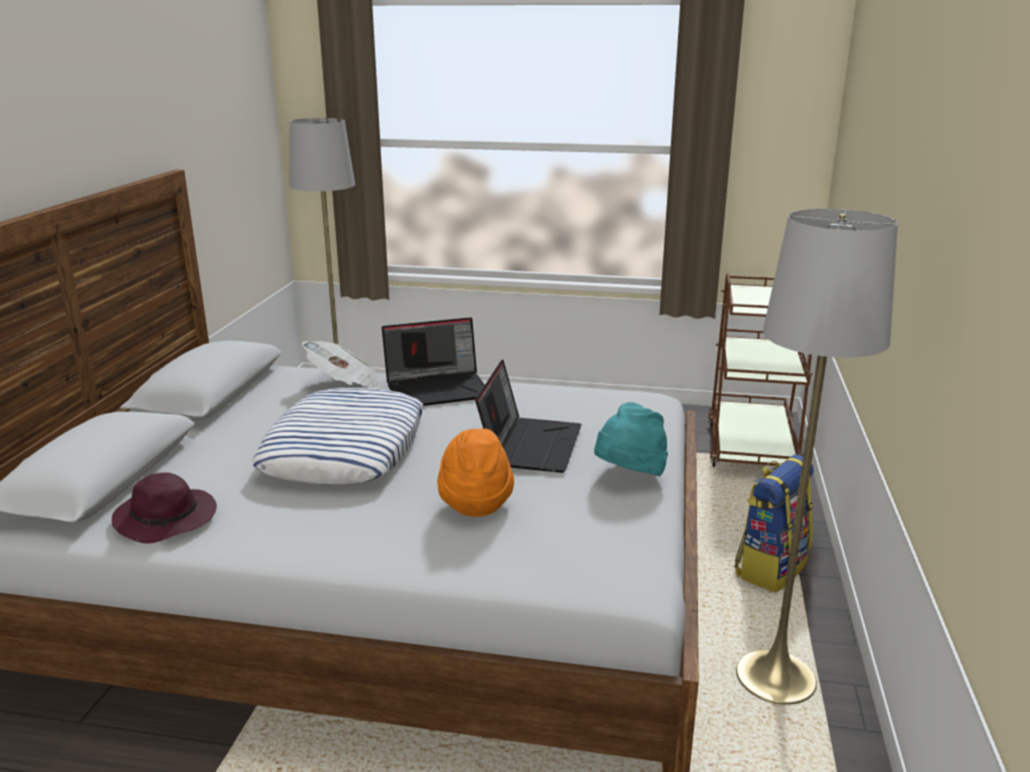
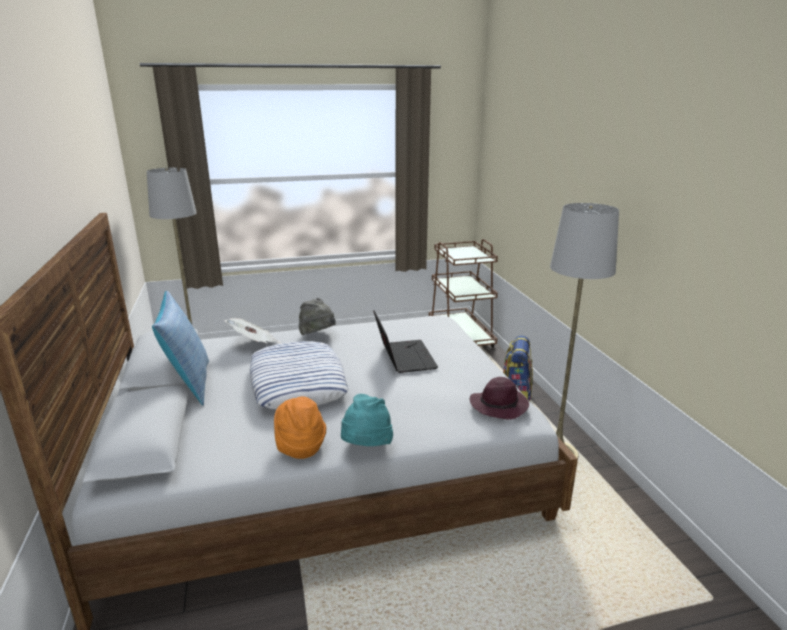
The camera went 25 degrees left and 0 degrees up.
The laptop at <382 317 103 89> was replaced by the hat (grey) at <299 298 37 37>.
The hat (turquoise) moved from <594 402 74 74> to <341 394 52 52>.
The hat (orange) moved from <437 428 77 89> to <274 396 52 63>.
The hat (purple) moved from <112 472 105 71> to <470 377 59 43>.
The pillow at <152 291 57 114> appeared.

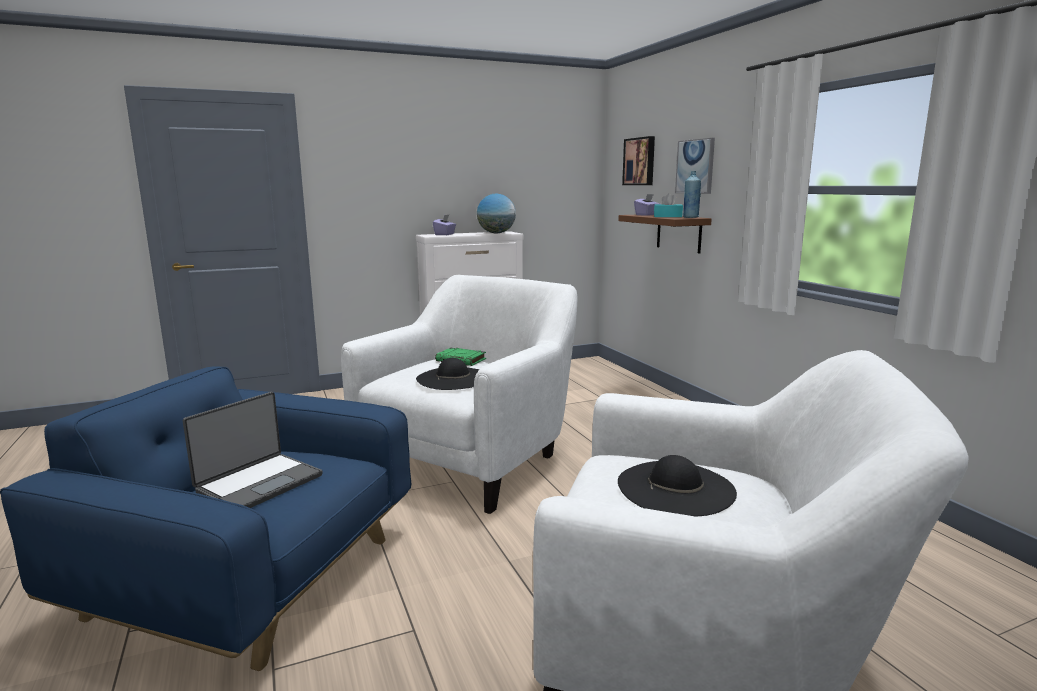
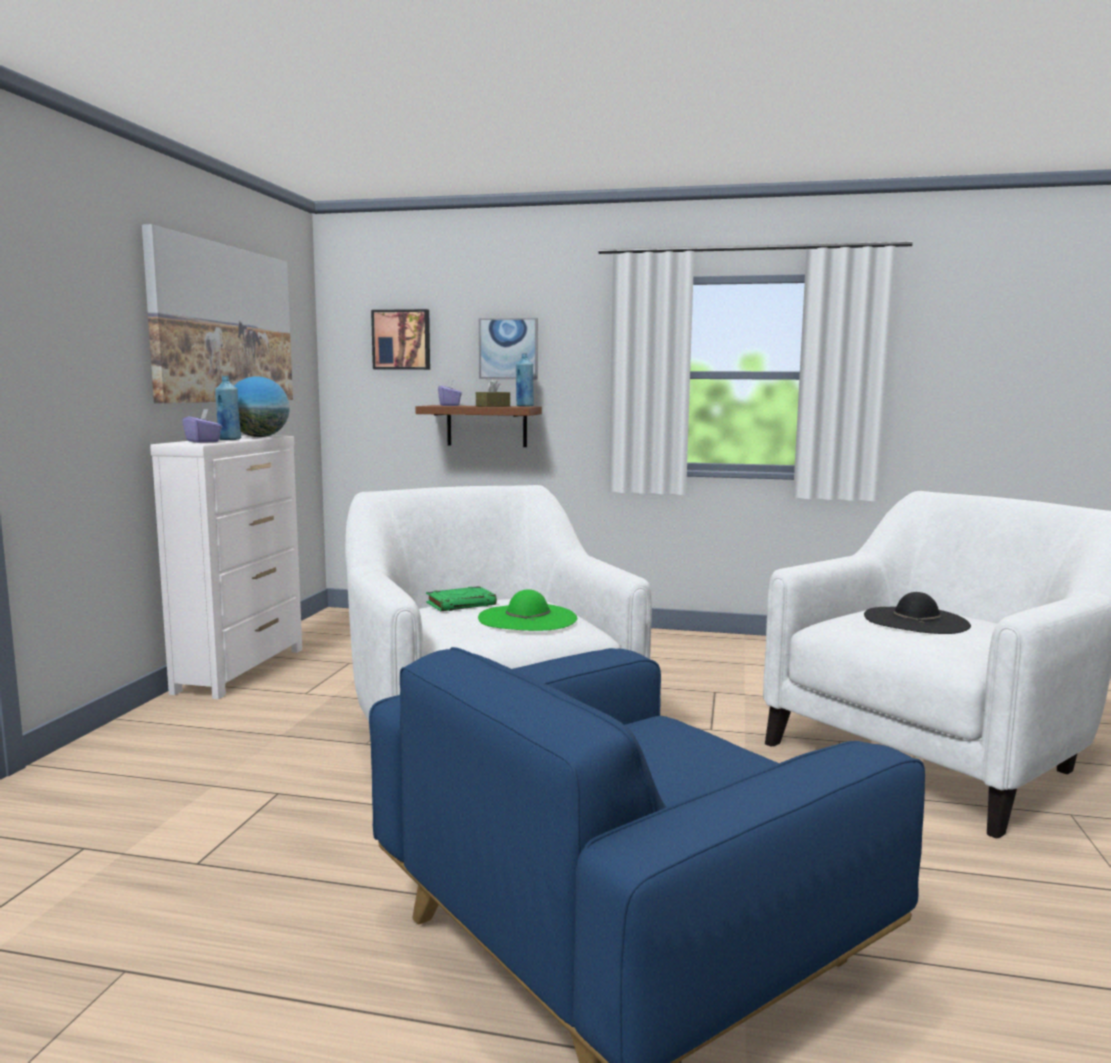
The camera went 55 degrees left and 5 degrees down.
The tissue box (turquoise) at <654 193 29 24> became the tissue box (brown) at <476 378 34 29>.
The hat (black) at <416 358 63 32> became the hat (green) at <478 589 99 42>.
The laptop at <183 392 140 116> disappeared.
The picture at <142 224 151 179> appeared.
The bottle (blue) at <215 376 26 64> appeared.

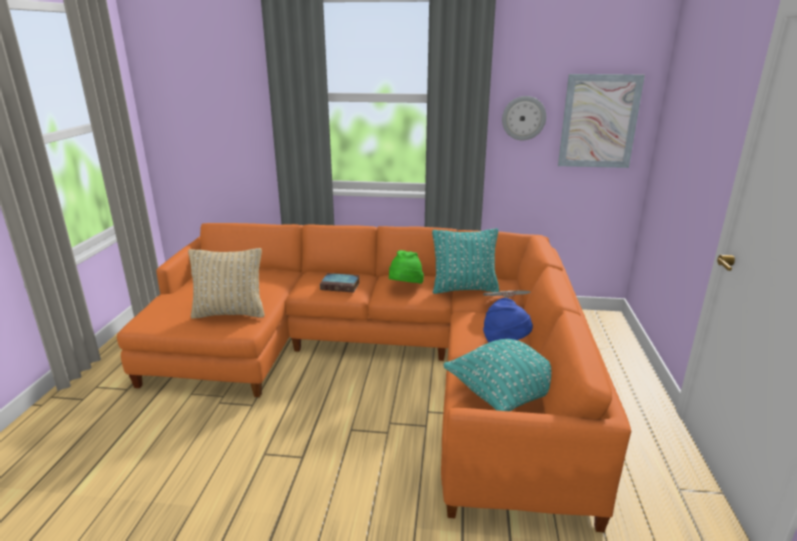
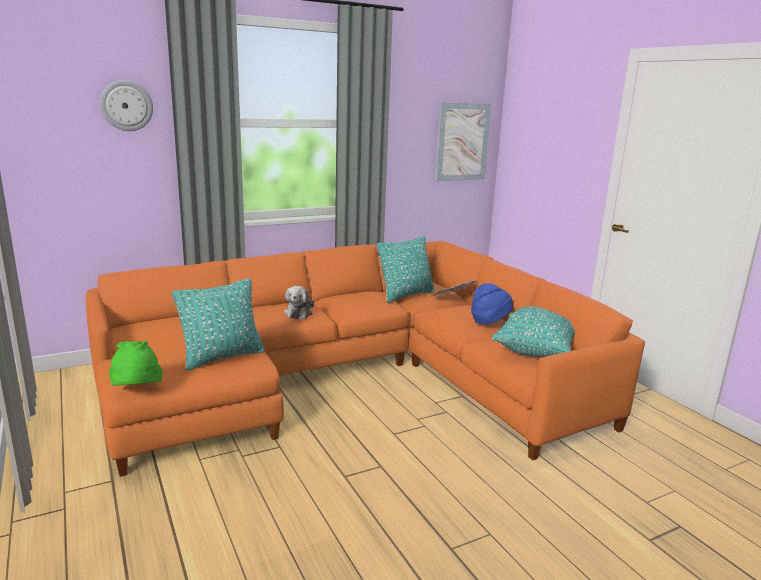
The camera went 35 degrees left and 5 degrees down.
The wall clock moved from <502 96 44 44> to <100 80 53 51>.
The pillow (beige) at <188 248 77 71> became the pillow (turquoise) at <172 278 93 93>.
The hat (green) moved from <389 250 35 34> to <109 341 53 45>.
The book at <320 273 40 20> was replaced by the plush toy at <284 286 30 33>.

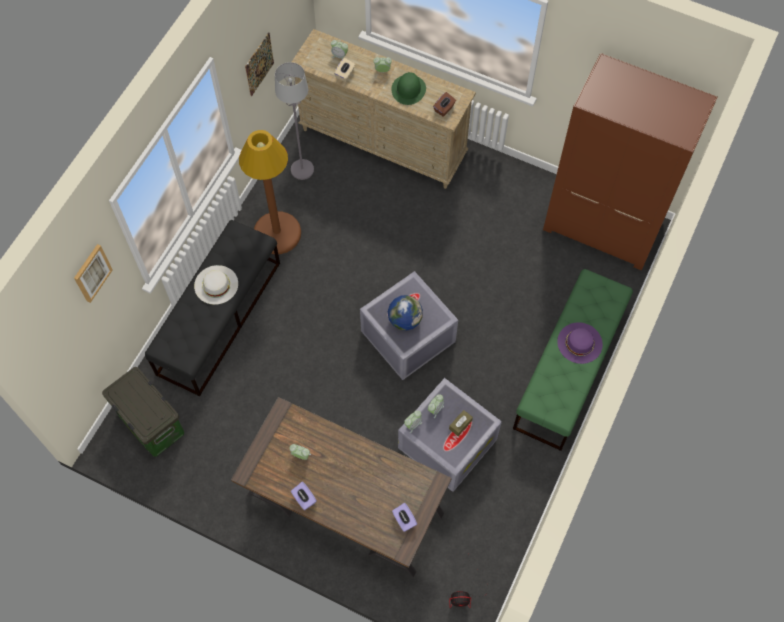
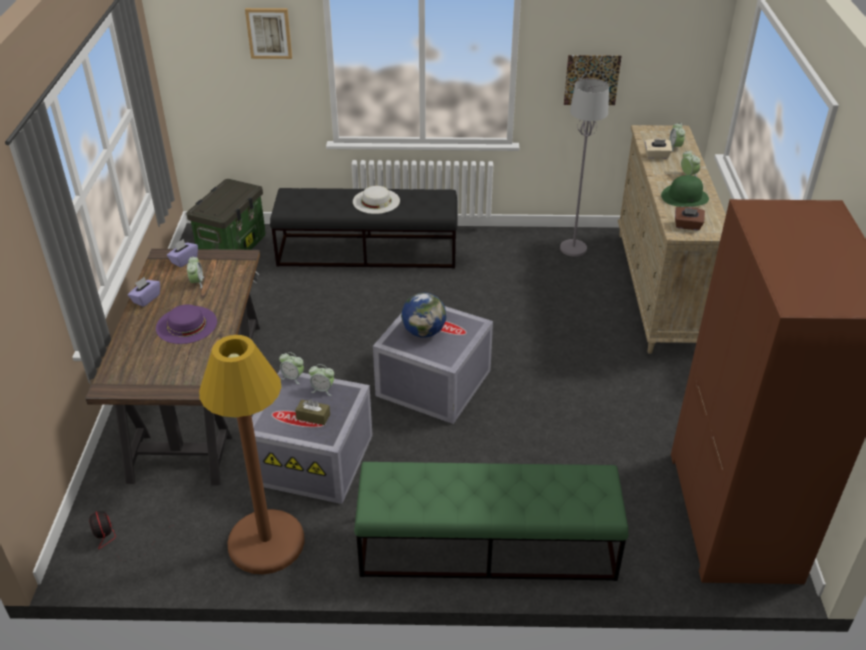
The camera went 65 degrees right and 25 degrees down.
The floor lamp (brown) moved from <239 130 62 124> to <199 335 105 239>.
The hat (purple) moved from <557 322 46 42> to <156 305 61 39>.
The tissue box (purple) moved from <392 503 25 29> to <167 239 31 28>.

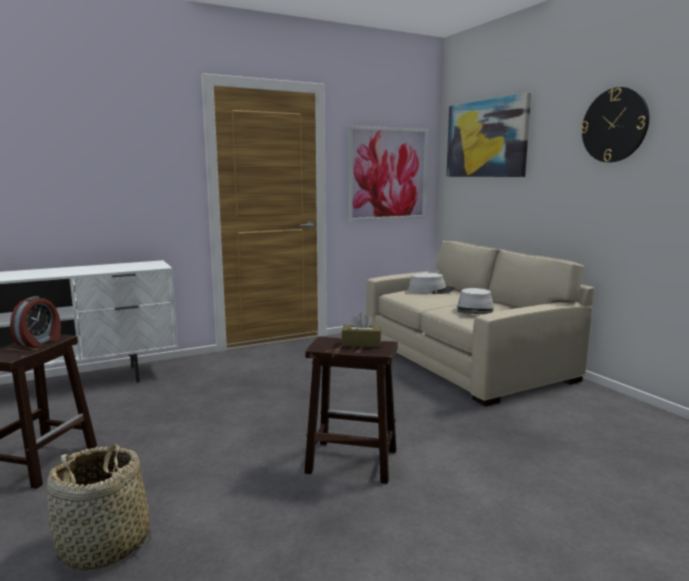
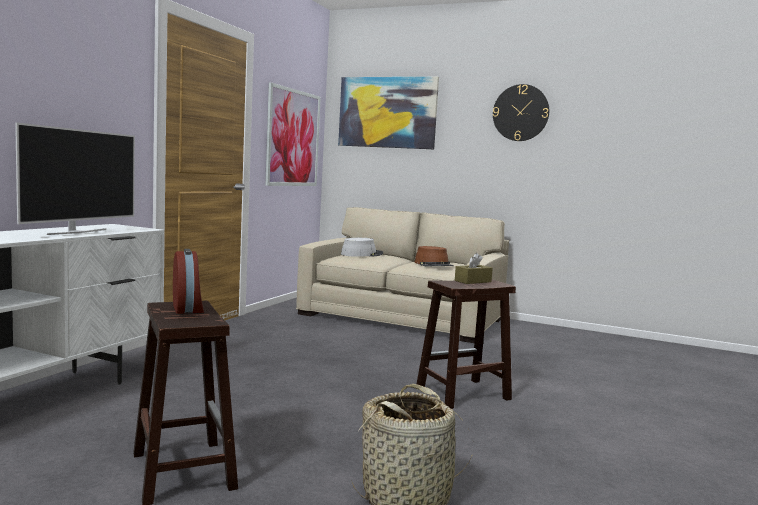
The camera went 40 degrees left and 5 degrees down.
The hat (grey) at <457 288 37 26> became the hat (brown) at <414 246 40 21>.
The television at <15 122 120 113> appeared.

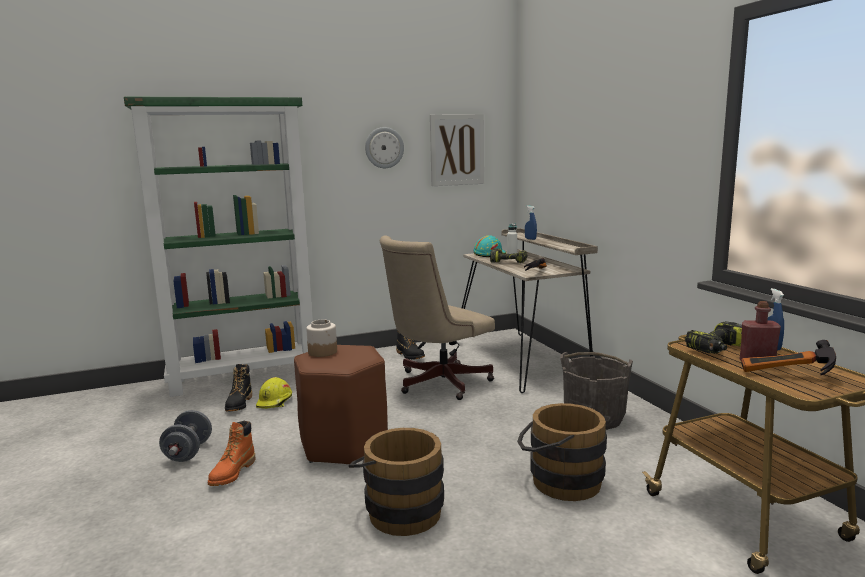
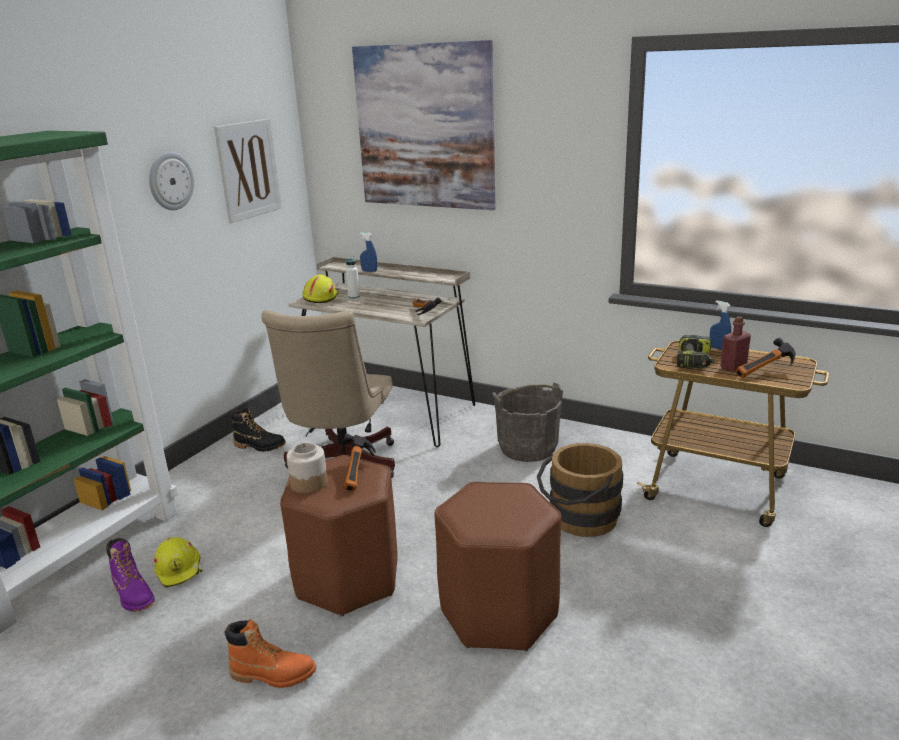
The camera went 40 degrees left and 10 degrees up.
The hard hat (turquoise) at <473 235 33 22> became the hard hat (yellow) at <302 275 36 28>.
The power drill at <490 248 38 15> disappeared.
The boot (black) at <225 364 27 48> became the boot (purple) at <106 538 49 74>.
The dumbbell (grey) at <159 410 53 52> disappeared.
The boot (orange) at <208 421 48 65> turned 60 degrees counterclockwise.
The bucket (brown) at <349 428 95 108> was replaced by the stool (brown) at <434 482 128 169>.
The picture at <352 40 144 170> appeared.
The hammer at <343 433 33 58> appeared.

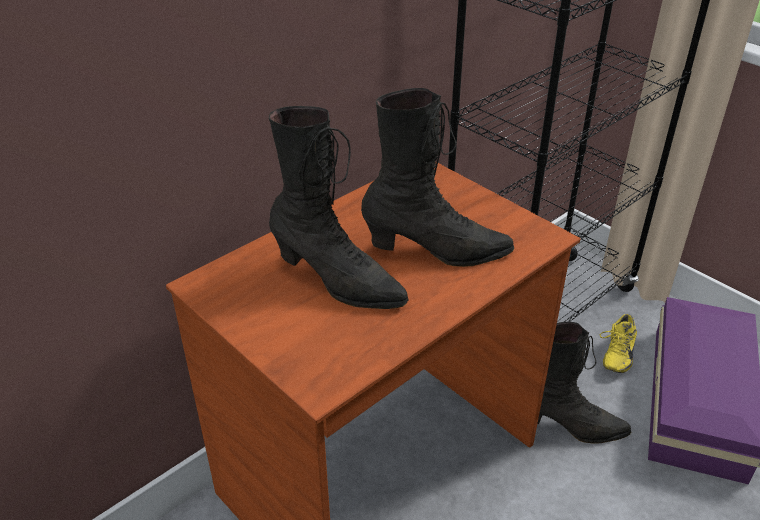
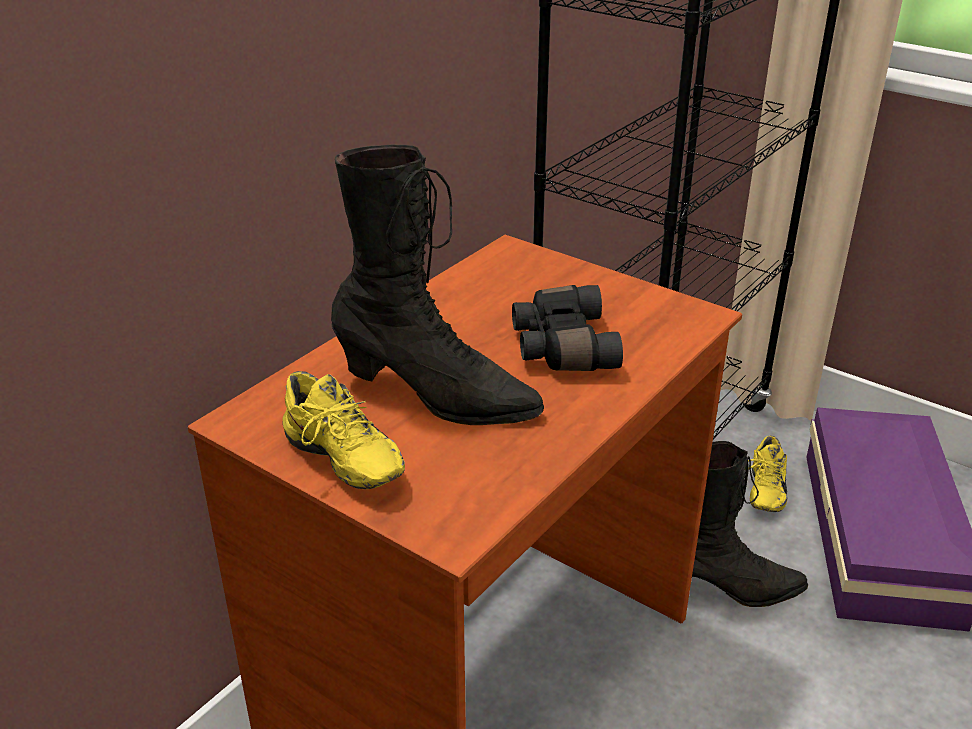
The camera went 10 degrees left and 5 degrees down.
The boot (black) at <361 88 154 179> was replaced by the binoculars (black) at <512 285 111 86>.
The shoe (yellow) at <282 371 123 118> appeared.

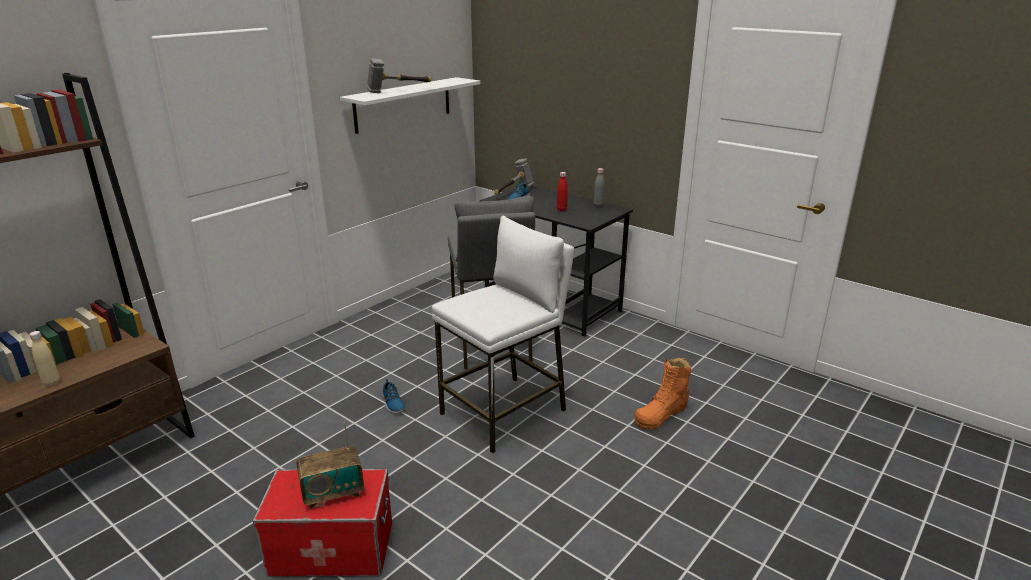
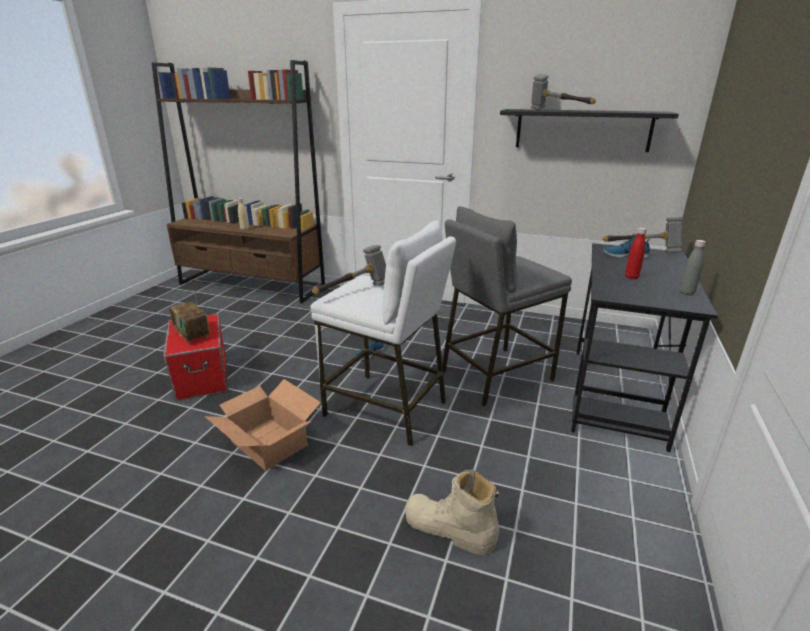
The camera went 70 degrees right and 0 degrees up.
The shelf (white) at <340 77 140 57> became the shelf (black) at <500 109 179 43>.
The boot (orange) at <634 358 57 72> became the boot (beige) at <405 470 94 85>.
The hammer at <312 245 74 49> appeared.
The cardboard box at <205 379 116 92> appeared.

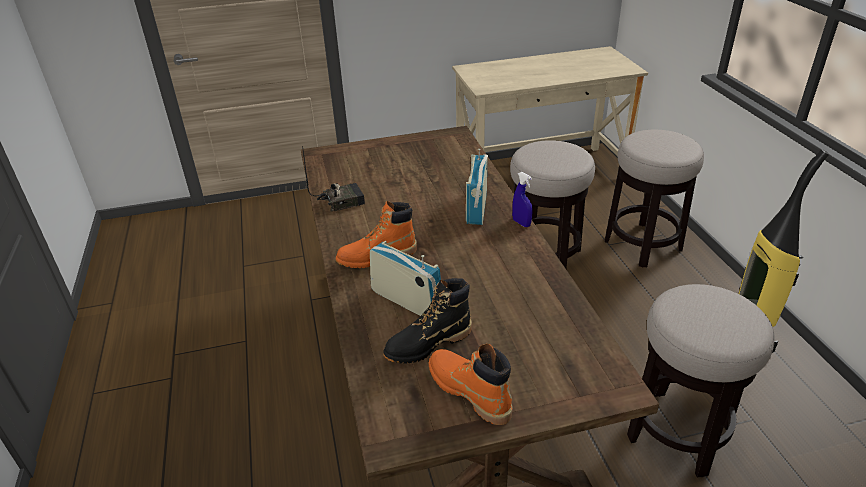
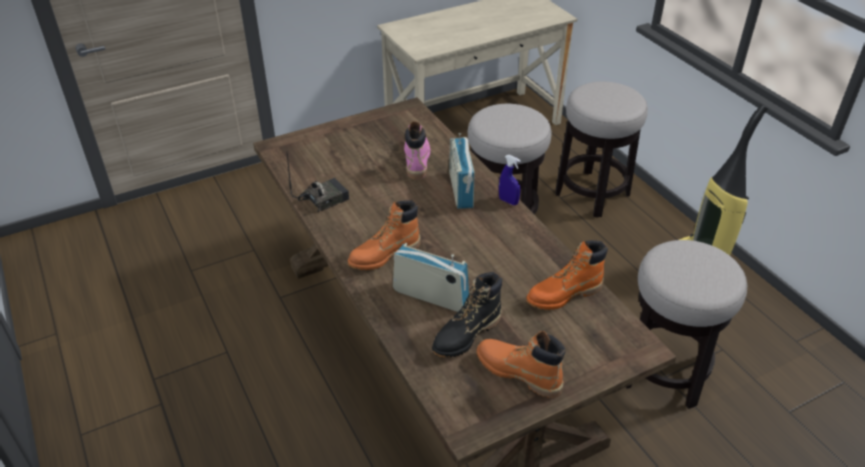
The camera went 15 degrees left and 5 degrees up.
The boot (pink) at <404 121 26 59> appeared.
The boot (orange) at <527 240 81 70> appeared.

